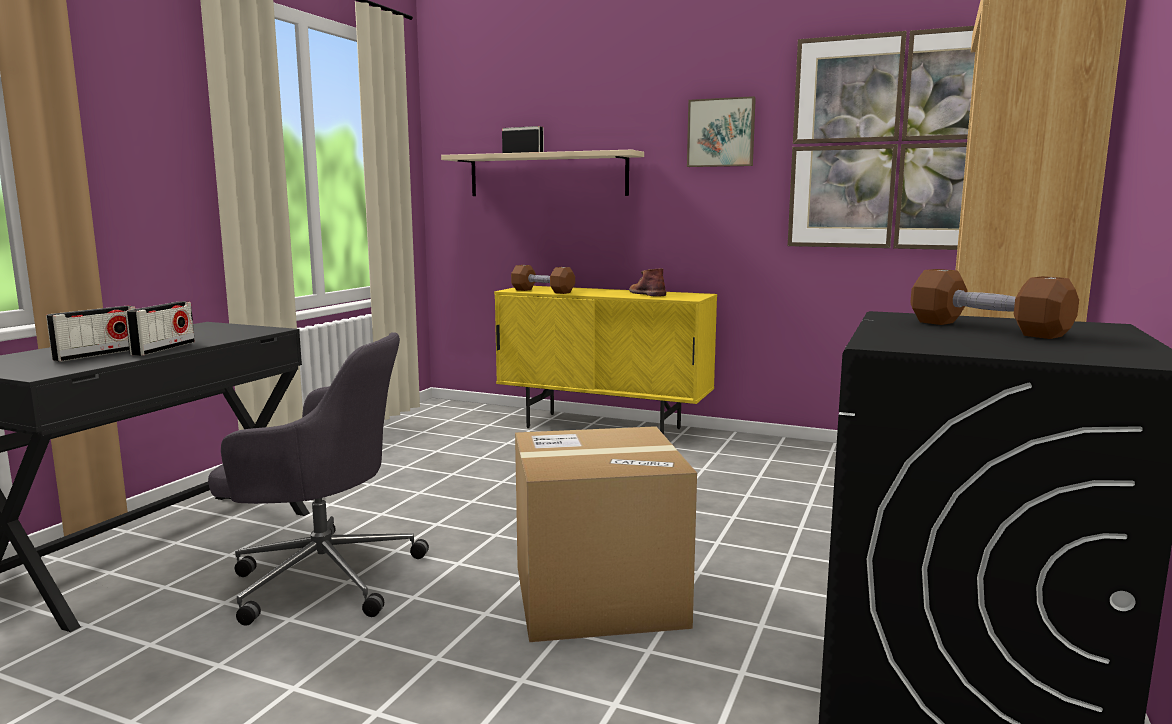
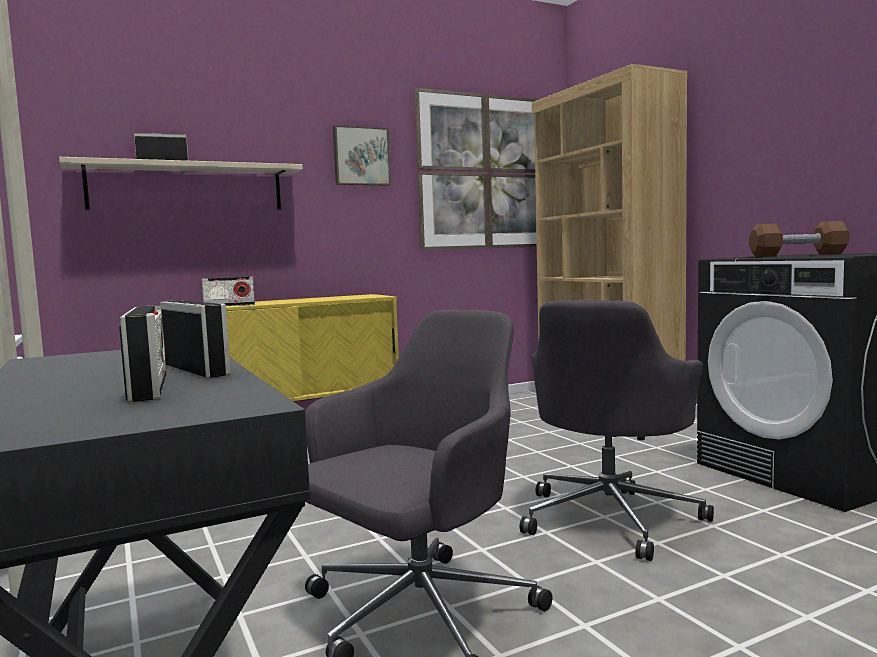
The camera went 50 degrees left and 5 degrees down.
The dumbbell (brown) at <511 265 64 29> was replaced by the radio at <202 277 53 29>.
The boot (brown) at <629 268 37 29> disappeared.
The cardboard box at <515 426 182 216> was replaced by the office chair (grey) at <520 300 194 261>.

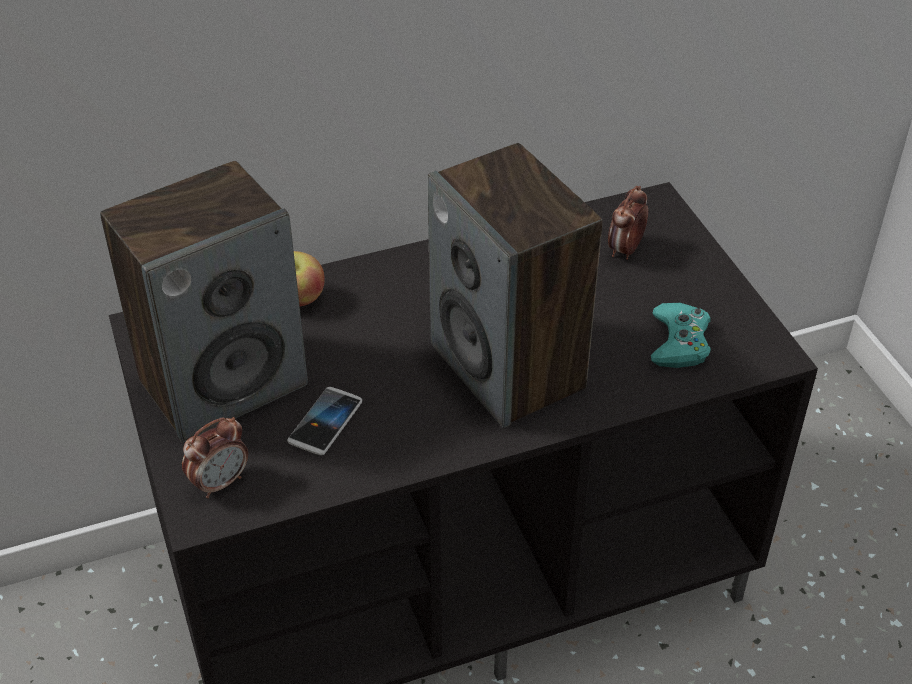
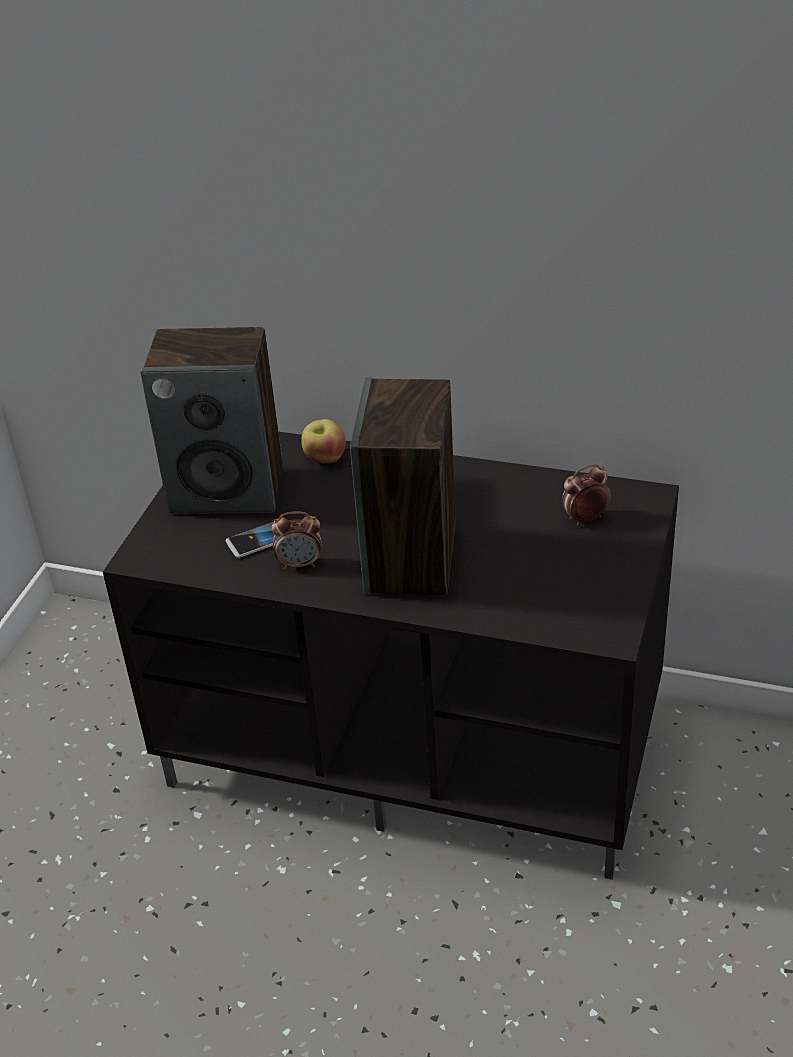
The camera went 40 degrees right and 5 degrees down.
The game controller (turquoise) at <651 303 60 65> disappeared.
The alarm clock moved from <182 417 66 81> to <272 511 49 58>.

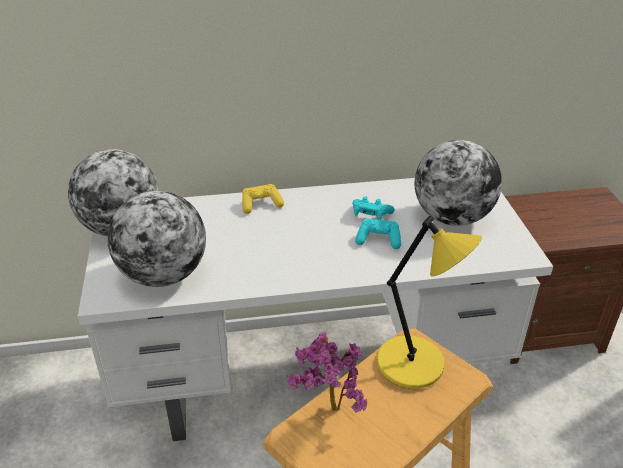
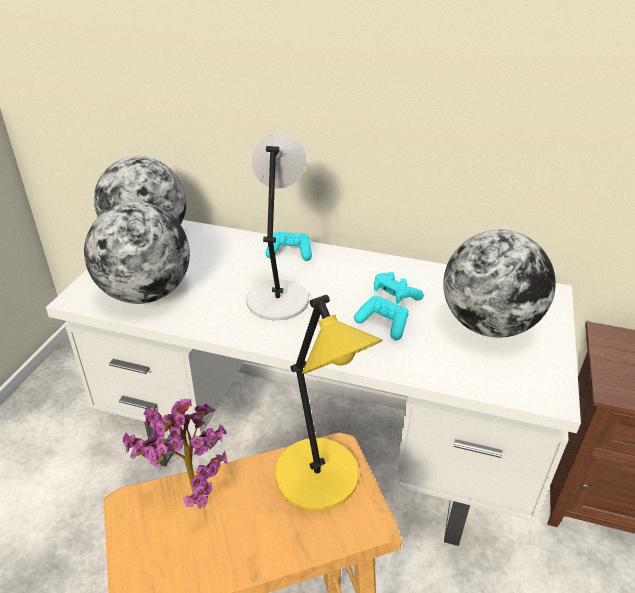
The camera went 25 degrees right and 0 degrees up.
The game controller (yellow) at <242 184 42 30> became the game controller (turquoise) at <265 232 47 29>.
The table lamp (grey) at <247 134 62 186> appeared.

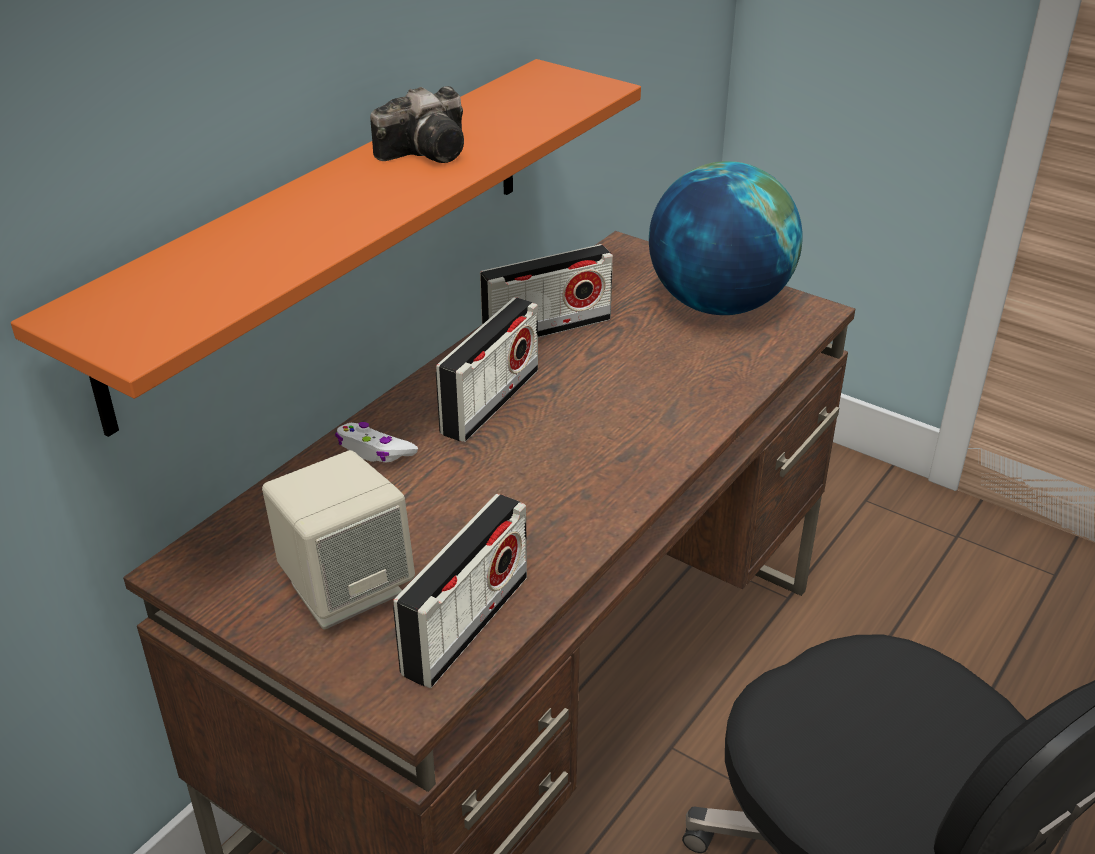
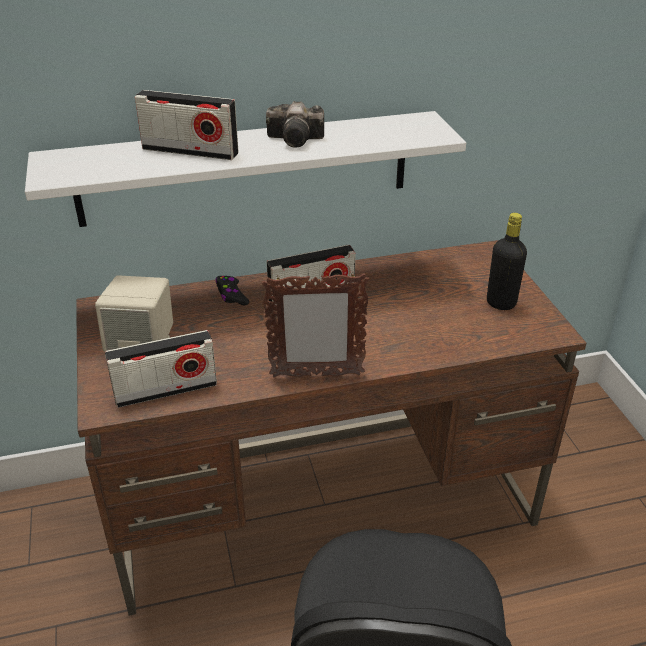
The camera went 40 degrees right and 0 degrees up.
The shelf (orange) at <11 59 630 378> became the shelf (white) at <25 111 441 116>.
The globe at <649 161 154 154> was replaced by the bottle (black) at <487 213 40 97>.
The radio moved from <480 244 133 94> to <135 90 103 70>.
The game controller (white) at <335 422 83 40> became the game controller (black) at <215 276 34 30>.
The picture frame at <262 272 107 105> appeared.

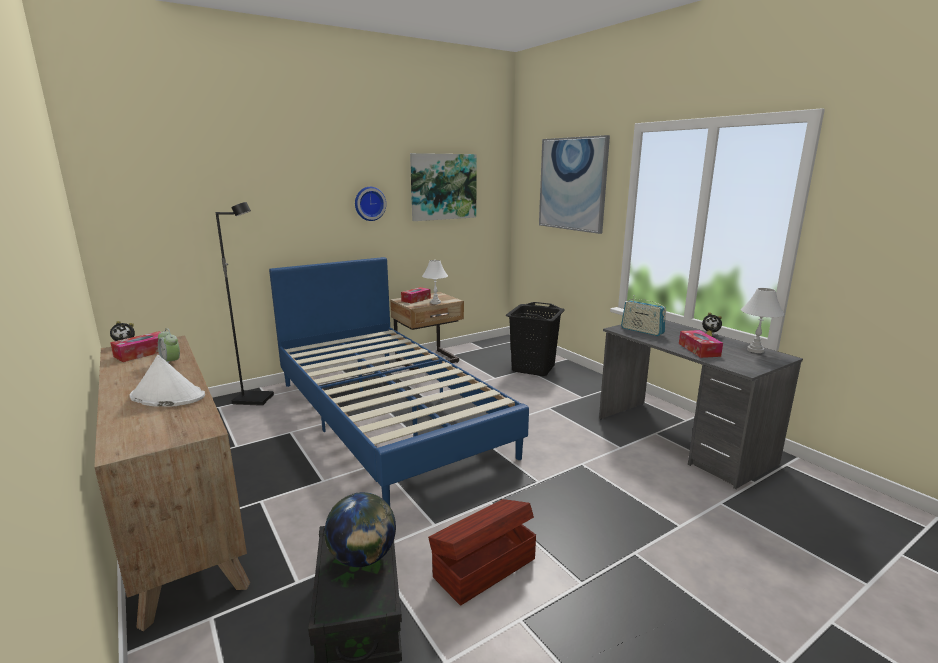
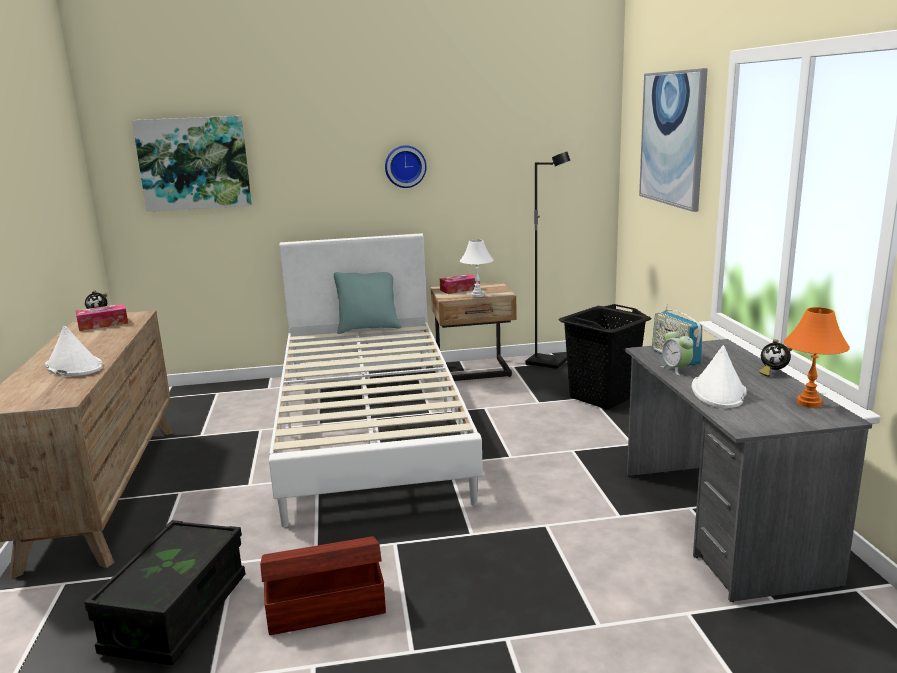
The camera went 25 degrees right and 0 degrees up.
The picture moved from <410 153 67 68> to <132 116 120 96>.
The floor lamp (black) moved from <216 202 58 204> to <525 152 45 218>.
The bed (blue) at <269 257 260 249> became the bed (white) at <269 233 214 295>.
The table lamp (white) at <741 288 44 65> became the table lamp (orange) at <784 307 66 101>.
The alarm clock moved from <158 328 22 35> to <661 328 32 48>.
The tissue box at <679 330 44 28> was replaced by the hat (white) at <692 345 55 63>.
The globe at <324 492 72 75> disappeared.
The pillow (turquoise) at <334 272 67 62> appeared.

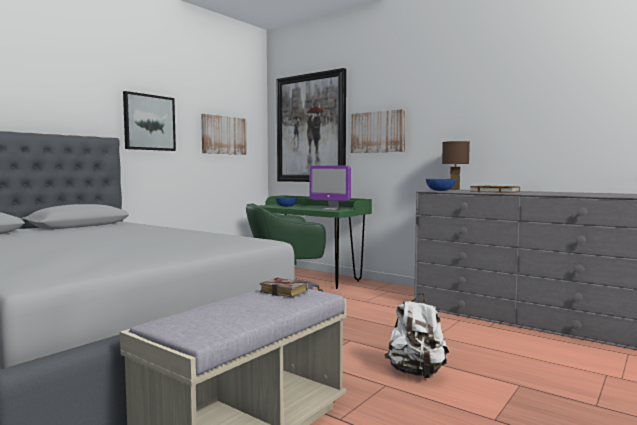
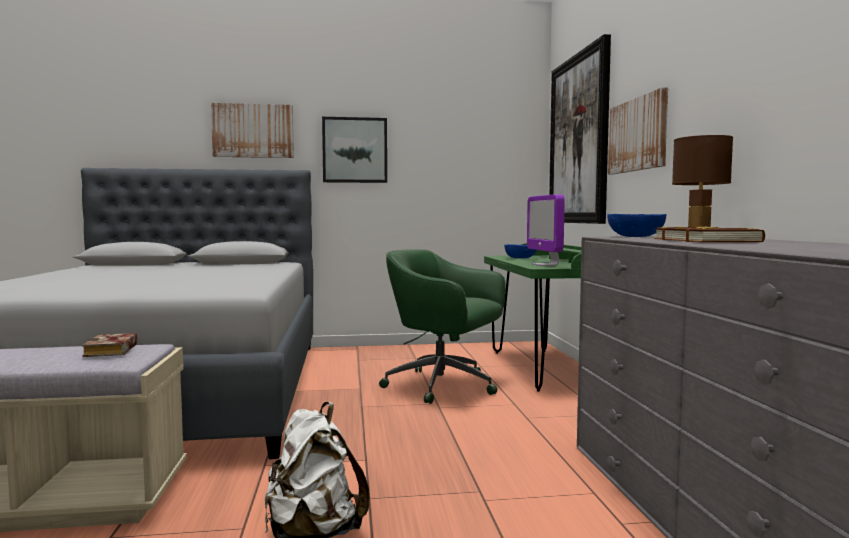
The camera went 45 degrees right and 0 degrees up.
The picture moved from <201 114 46 41> to <211 103 83 55>.

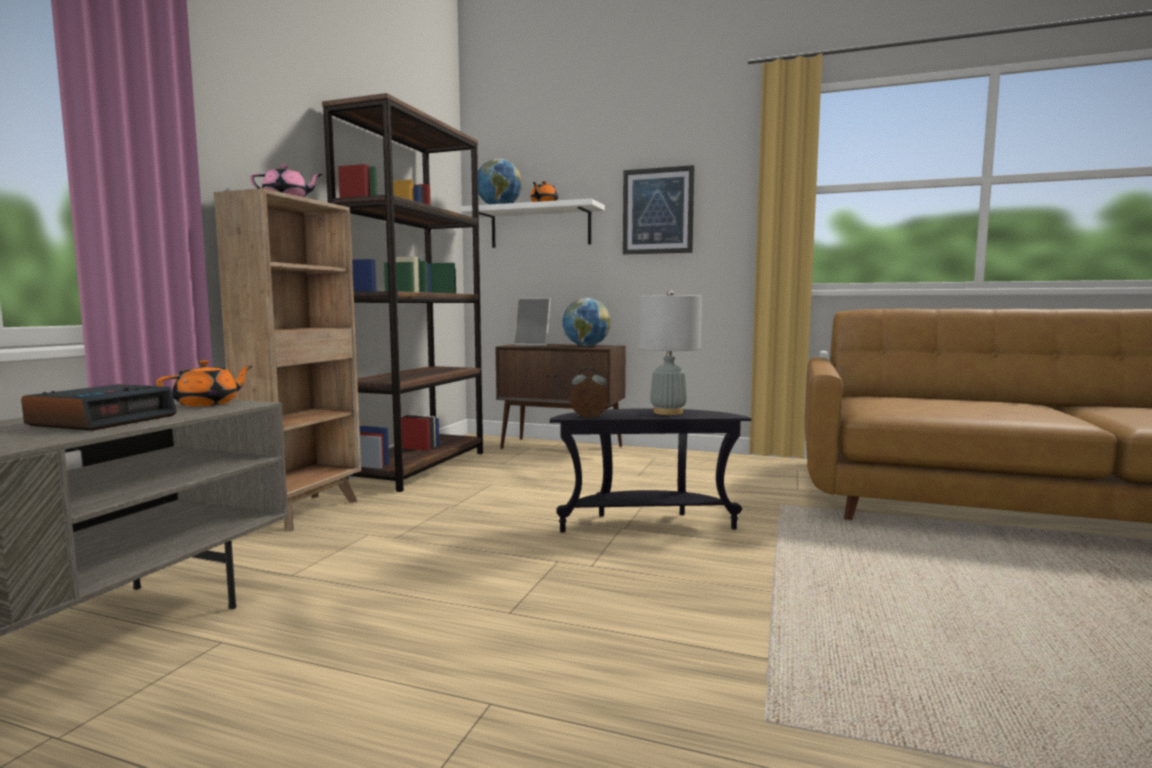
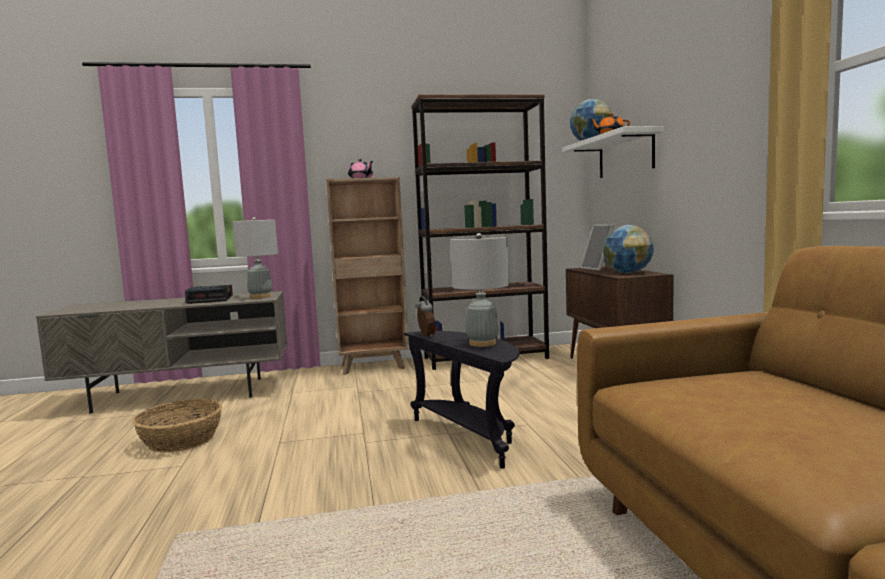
The camera went 60 degrees right and 0 degrees up.
The picture at <623 165 71 90> disappeared.
The teapot (orange) at <156 360 97 47> was replaced by the table lamp (grey) at <233 217 45 81>.
The basket at <132 399 90 54> appeared.

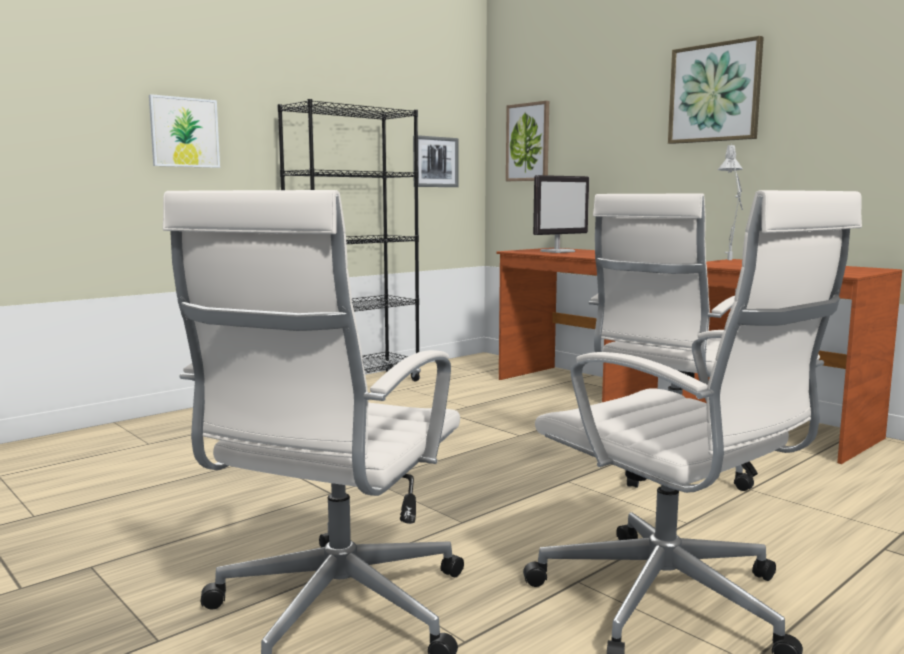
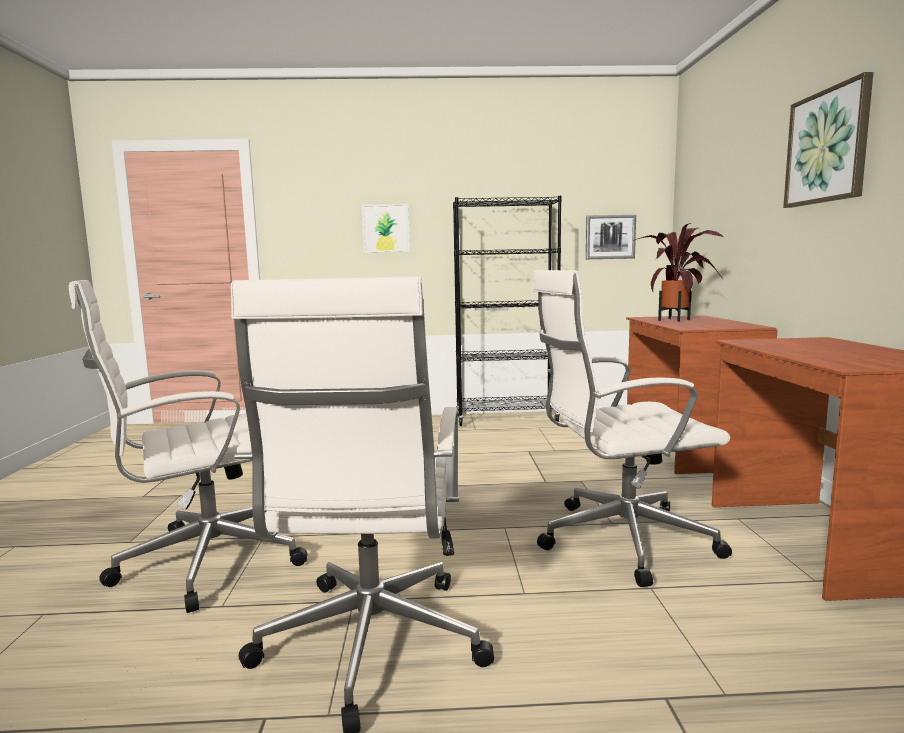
The camera went 40 degrees right and 0 degrees up.
The picture at <506 101 43 80> disappeared.
The table lamp (grey) at <717 143 26 117> disappeared.
The monitor at <533 175 56 78> was replaced by the potted plant at <633 223 90 99>.

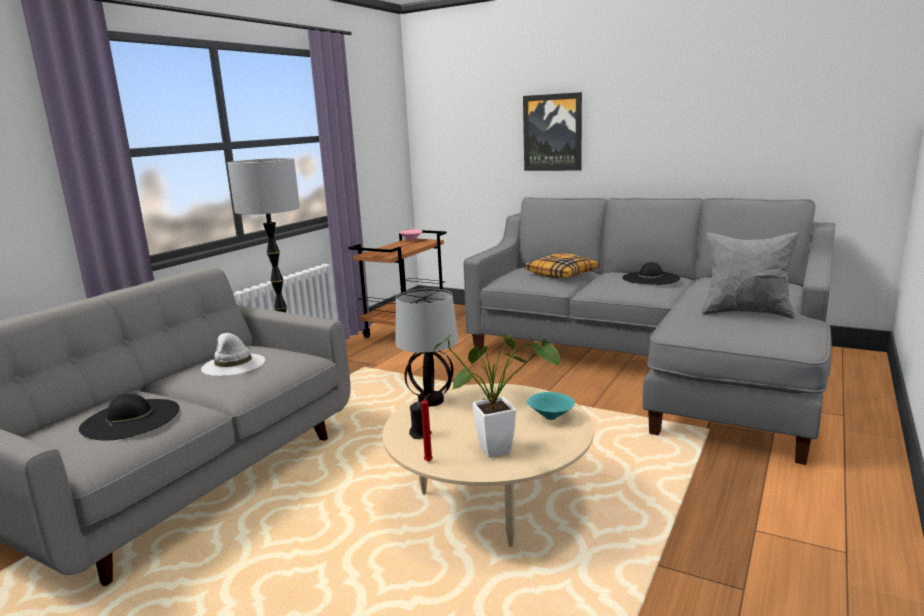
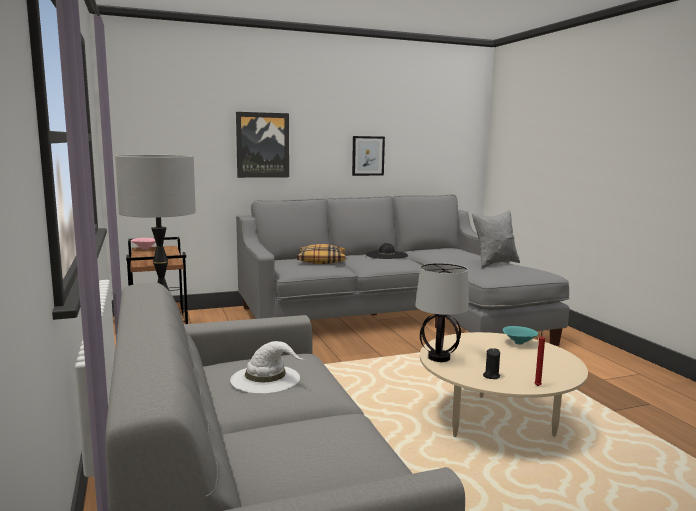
The camera went 50 degrees left and 5 degrees down.
The potted plant at <432 334 128 124> disappeared.
The hat (black) at <79 394 101 46> disappeared.
The picture at <352 136 33 40> appeared.

